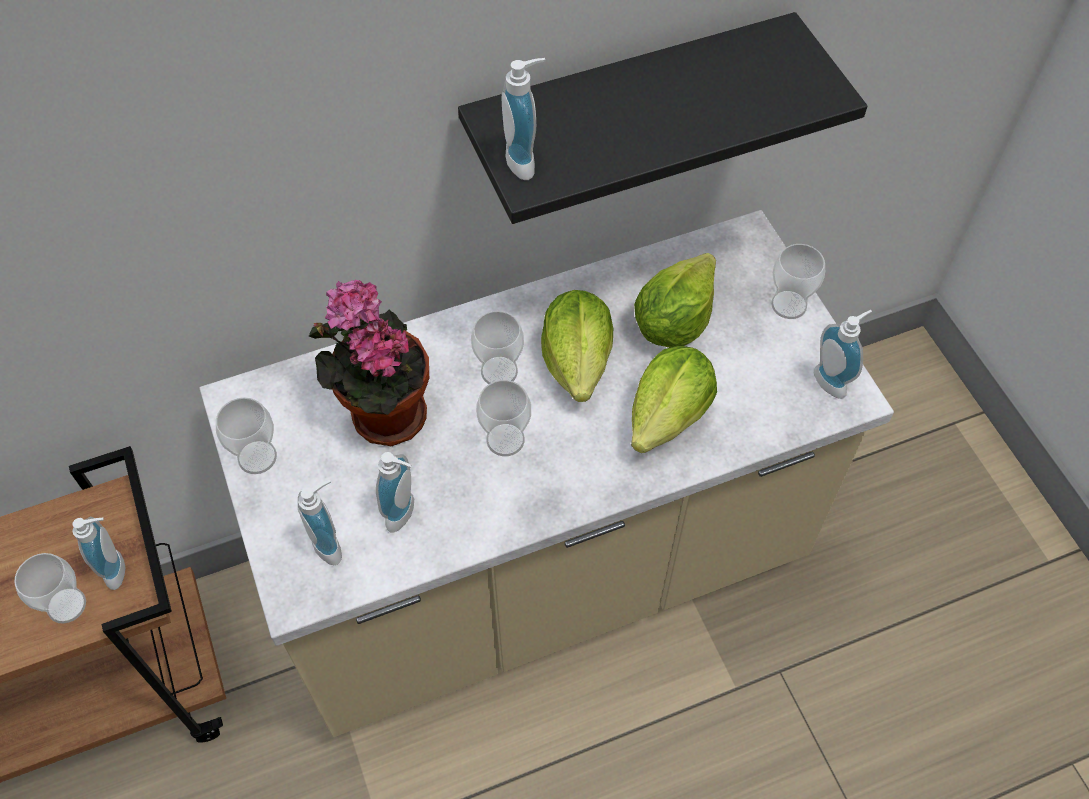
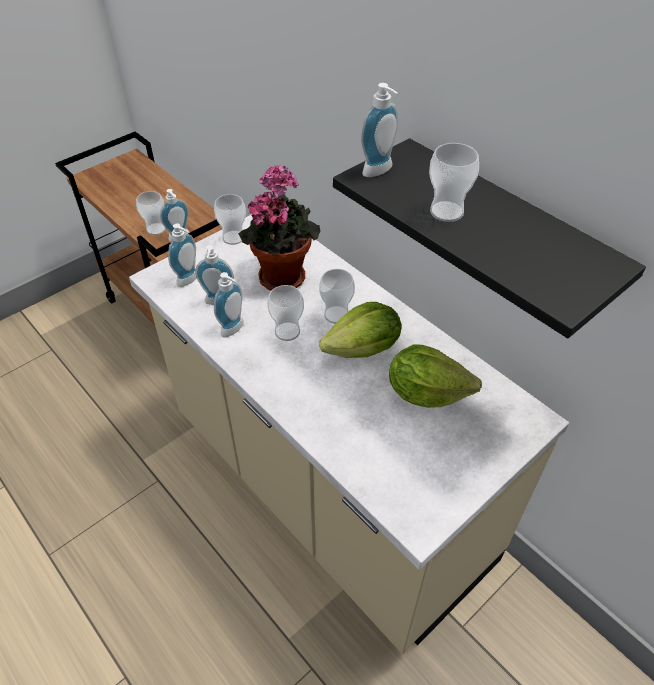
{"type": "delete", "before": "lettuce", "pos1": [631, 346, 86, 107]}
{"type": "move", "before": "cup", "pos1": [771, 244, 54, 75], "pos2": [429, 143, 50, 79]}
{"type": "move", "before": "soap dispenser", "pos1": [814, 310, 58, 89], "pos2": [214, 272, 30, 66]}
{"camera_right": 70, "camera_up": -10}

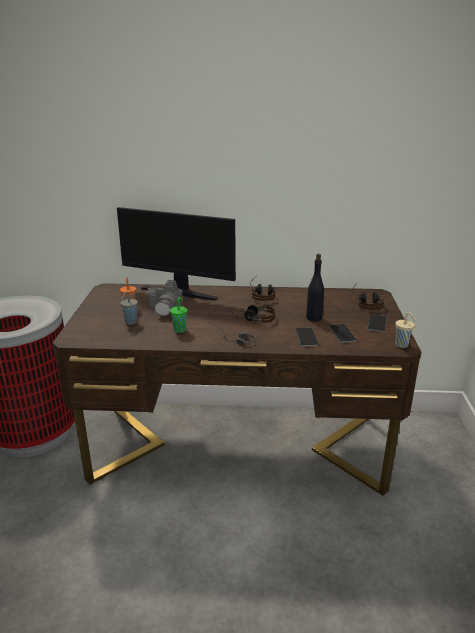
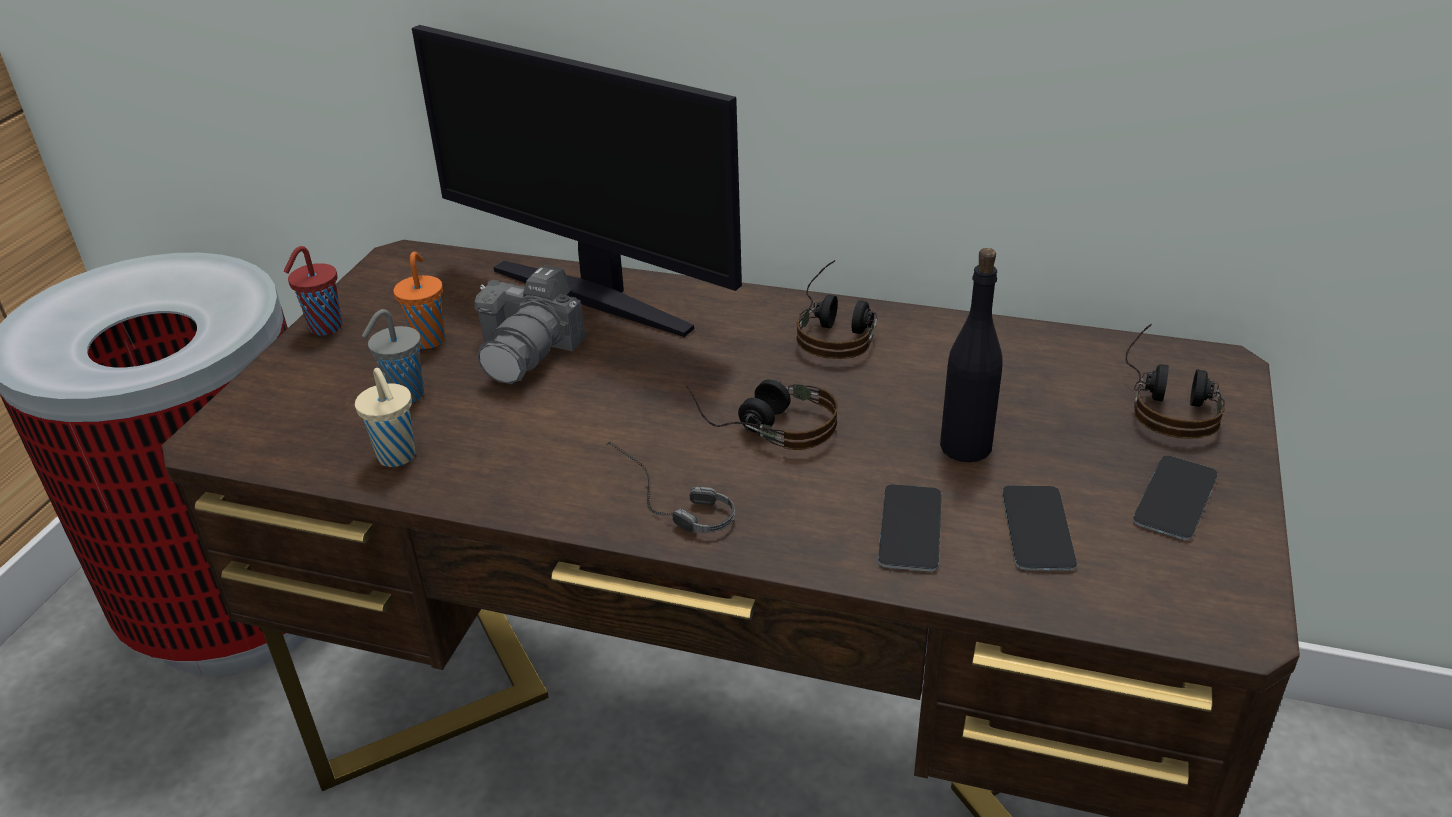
{"type": "delete", "before": "green cup", "pos1": [170, 297, 17, 36]}
{"type": "move", "before": "beige cup", "pos1": [395, 312, 21, 36], "pos2": [355, 368, 60, 99]}
{"type": "insert", "after": "red cup", "pos2": [284, 246, 58, 90]}
{"camera_right": 15, "camera_up": 10}

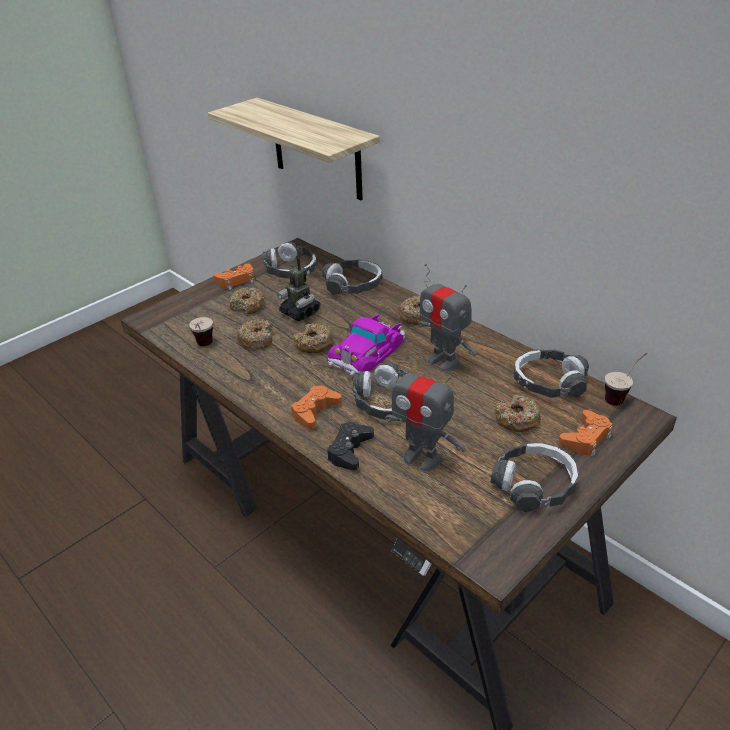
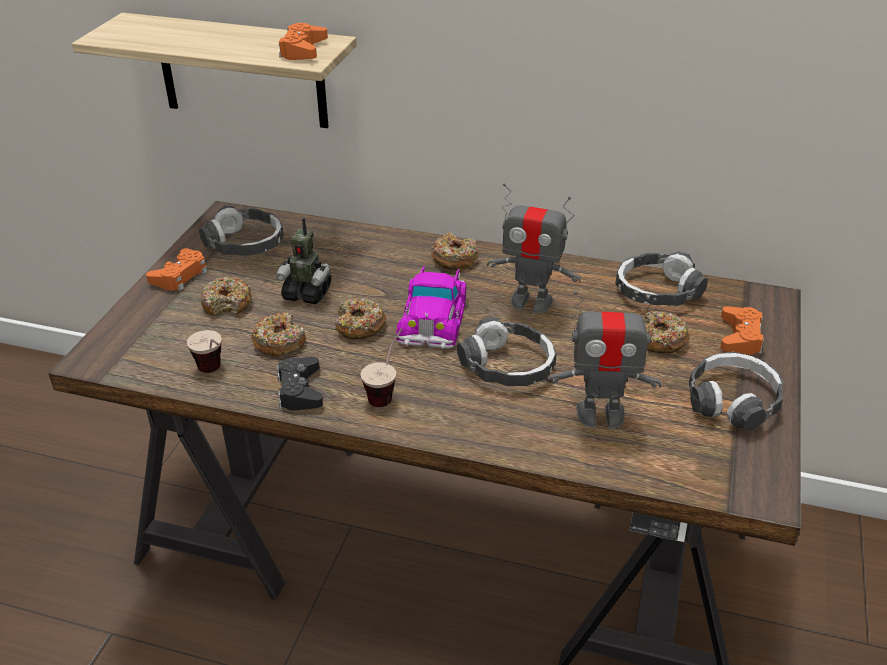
{"type": "move", "before": "orange game controller", "pos1": [291, 386, 51, 43], "pos2": [279, 23, 49, 37]}
{"type": "delete", "before": "headphones", "pos1": [322, 260, 61, 35]}
{"type": "move", "before": "black game controller", "pos1": [327, 422, 47, 48], "pos2": [277, 357, 46, 54]}
{"type": "move", "before": "cup", "pos1": [605, 352, 42, 54], "pos2": [361, 329, 41, 78]}
{"camera_right": -30, "camera_up": 0}

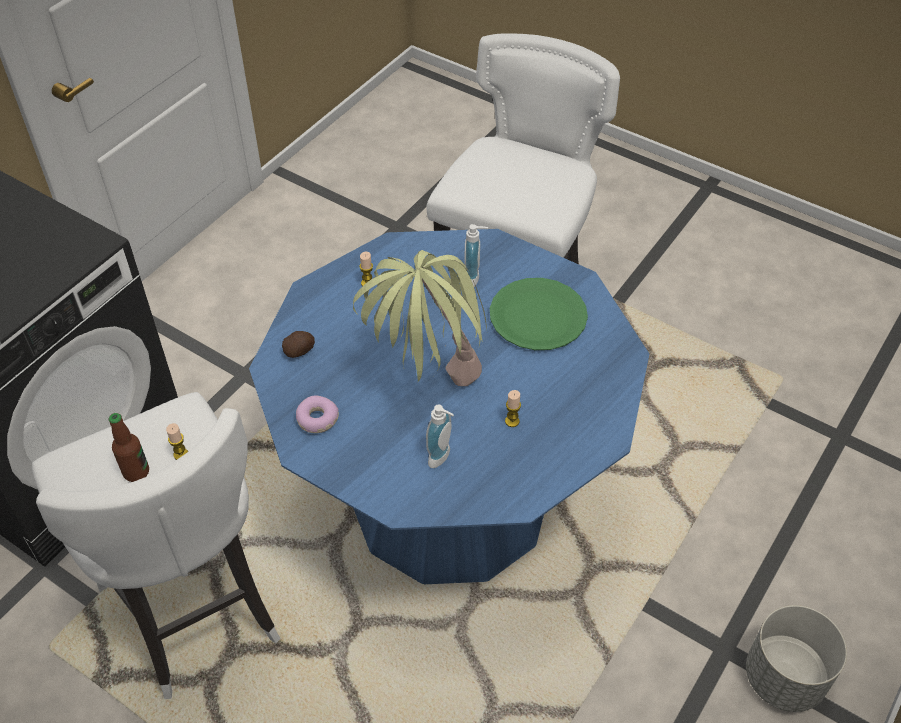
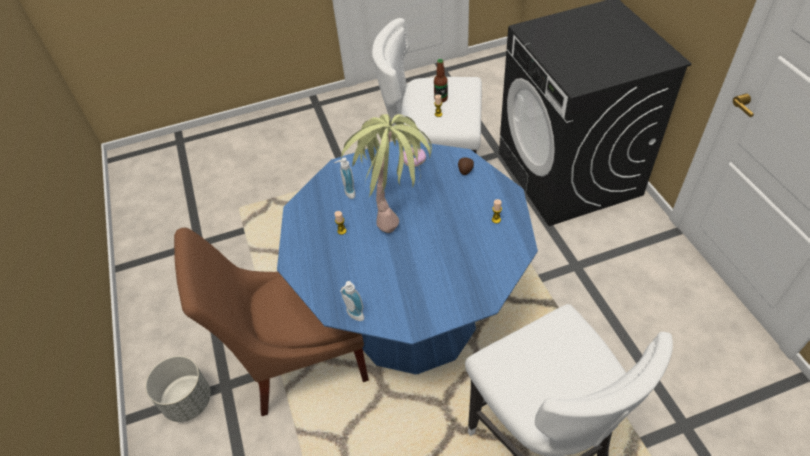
{"type": "move", "before": "soap dispenser", "pos1": [464, 224, 24, 63], "pos2": [340, 281, 24, 40]}
{"type": "delete", "before": "green plate", "pos1": [490, 278, 98, 72]}
{"type": "insert", "after": "brown chair", "pos2": [174, 228, 195, 188]}
{"camera_right": 130, "camera_up": 0}

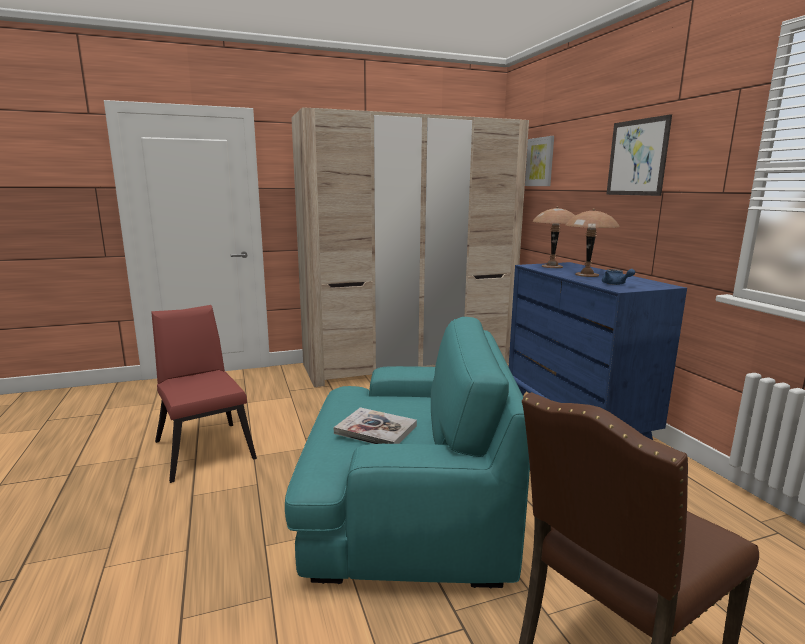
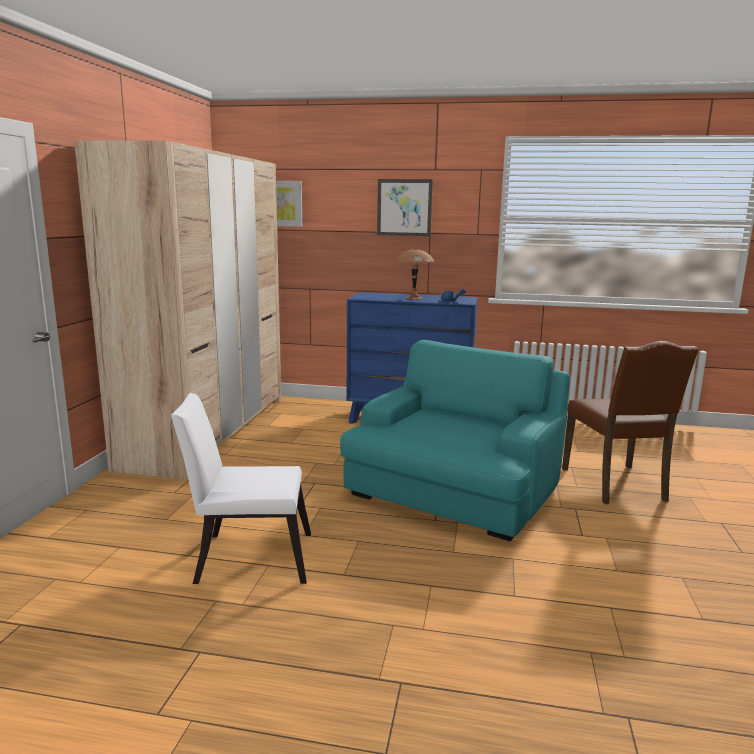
{"type": "recolor", "before": "red chair", "after": "white chair", "pos1": [151, 305, 106, 178], "pos2": [171, 393, 140, 191]}
{"type": "delete", "before": "book", "pos1": [334, 407, 83, 37]}
{"type": "delete", "before": "brown table lamp", "pos1": [532, 206, 43, 62]}
{"camera_right": -60, "camera_up": 0}

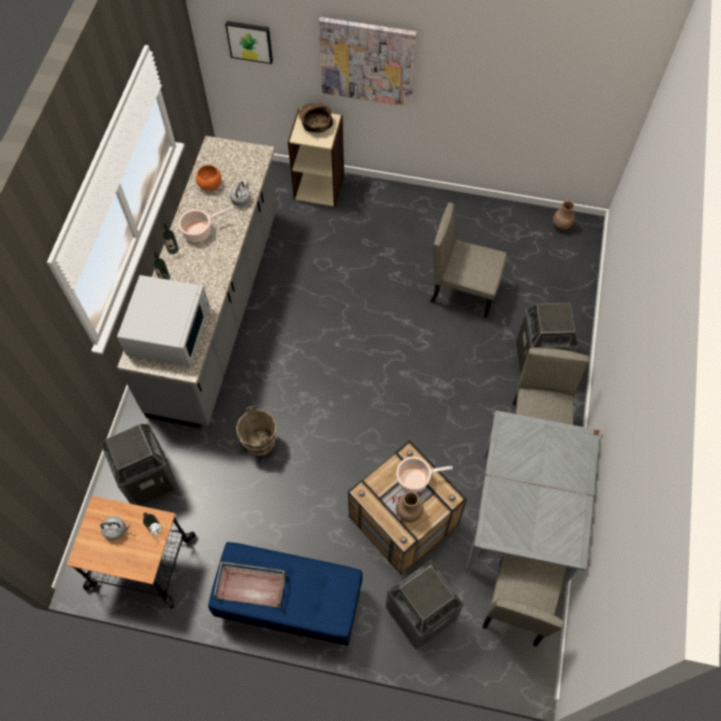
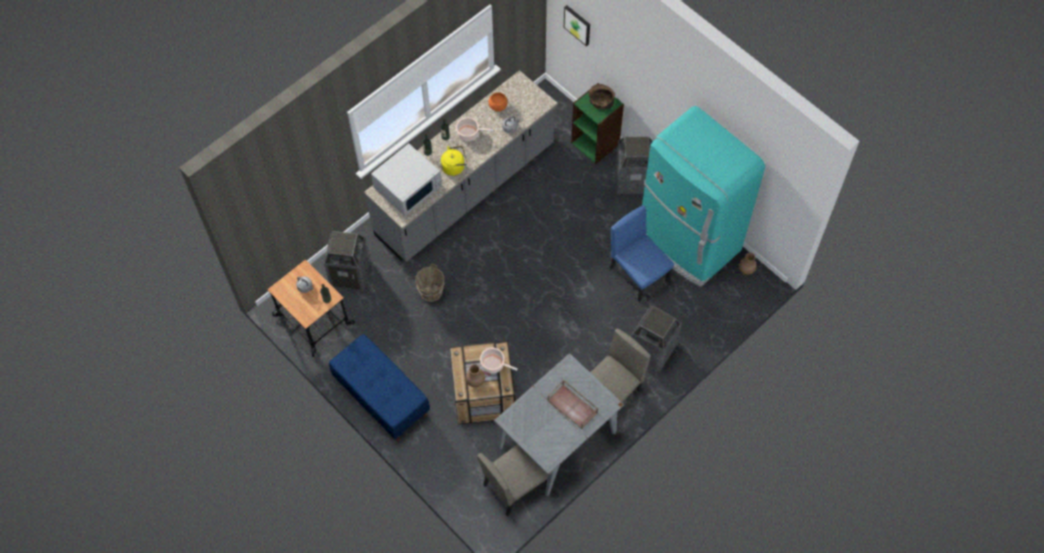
{"type": "move", "before": "brown tray", "pos1": [214, 562, 72, 46], "pos2": [548, 379, 50, 50]}
{"type": "recolor", "before": "beige bookcase", "after": "green bookcase", "pos1": [288, 108, 56, 99], "pos2": [571, 83, 53, 81]}
{"type": "delete", "before": "picture", "pos1": [319, 17, 98, 90]}
{"type": "move", "before": "trash can", "pos1": [385, 560, 79, 90], "pos2": [616, 136, 37, 58]}
{"type": "recolor", "before": "beige chair", "after": "blue chair", "pos1": [430, 202, 77, 116], "pos2": [609, 205, 65, 97]}
{"type": "insert", "after": "yellow kettle", "pos2": [441, 146, 26, 30]}
{"type": "insert", "after": "turquoise fridge", "pos2": [642, 106, 123, 181]}
{"camera_right": 35, "camera_up": 0}

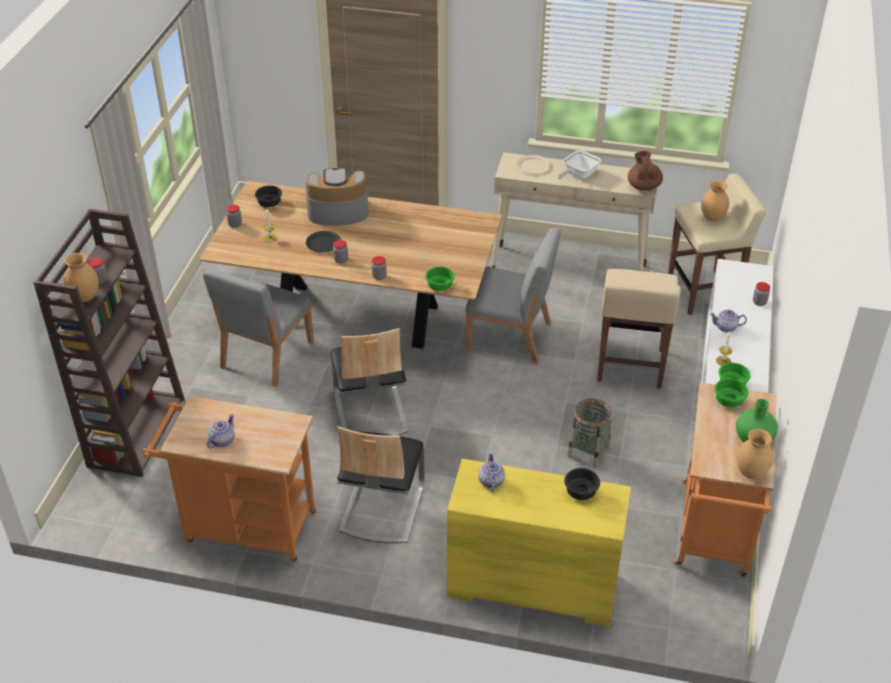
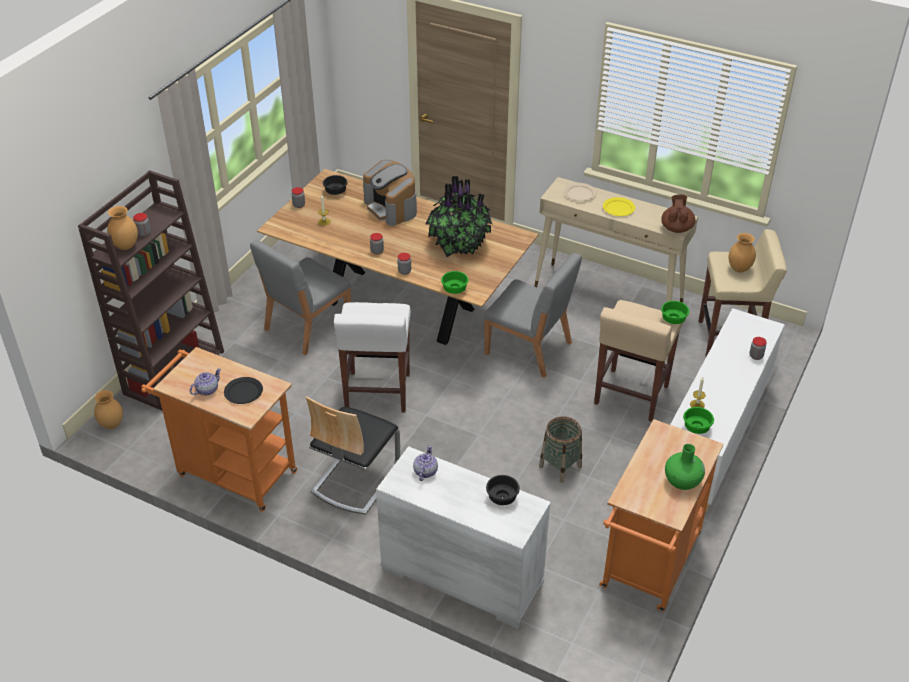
{"type": "rotate", "before": "coffee machine", "pos1": [305, 168, 64, 58], "pos2": [363, 160, 54, 66], "turn": -135}
{"type": "move", "before": "black plate", "pos1": [306, 231, 35, 22], "pos2": [224, 377, 39, 27]}
{"type": "replace", "before": "chair", "after": "white stool", "pos1": [331, 328, 77, 108], "pos2": [334, 302, 77, 111]}
{"type": "recolor", "before": "yellow dresser", "after": "white dresser", "pos1": [447, 459, 184, 168], "pos2": [376, 446, 175, 183]}
{"type": "replace", "before": "frying pan", "after": "yellow plate", "pos1": [558, 150, 43, 29], "pos2": [603, 197, 32, 19]}
{"type": "delete", "before": "teapot", "pos1": [710, 309, 37, 23]}
{"type": "move", "before": "green bowl", "pos1": [715, 378, 34, 29], "pos2": [661, 301, 28, 23]}
{"type": "move", "before": "brown vase", "pos1": [737, 429, 36, 50], "pos2": [94, 390, 29, 39]}
{"type": "insert", "after": "potted plant", "pos2": [425, 175, 67, 82]}
{"camera_right": 15, "camera_up": 0}

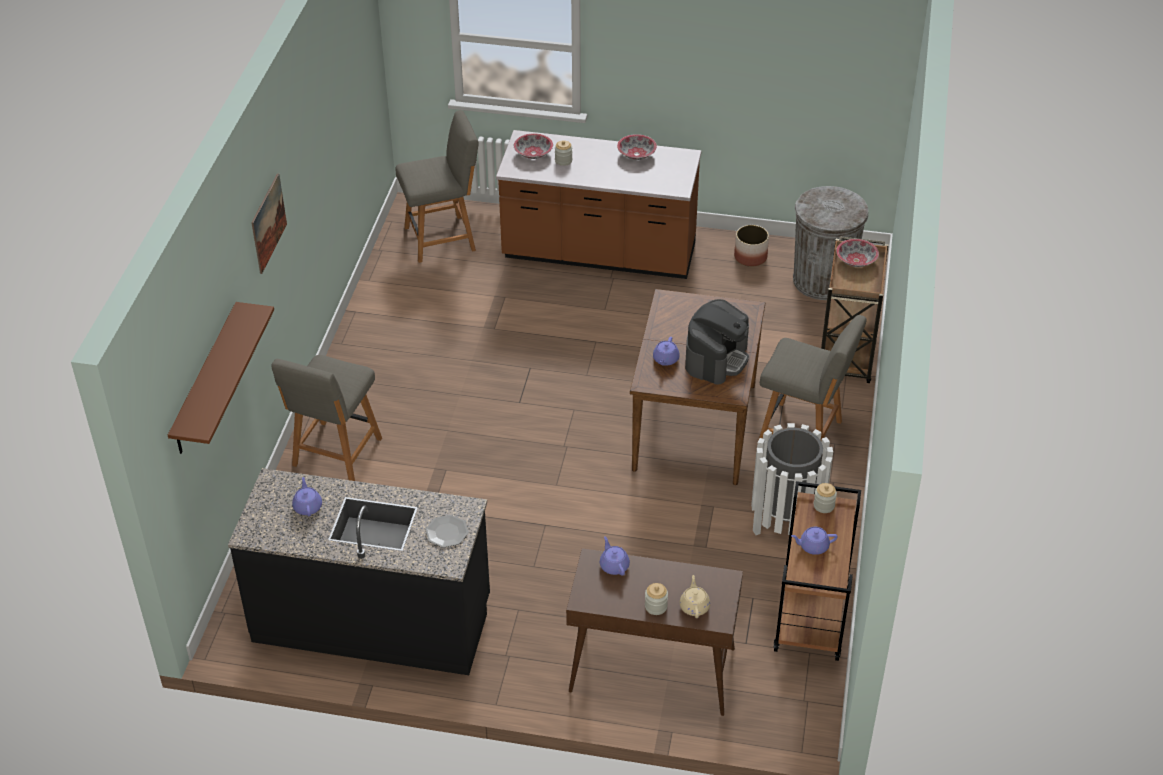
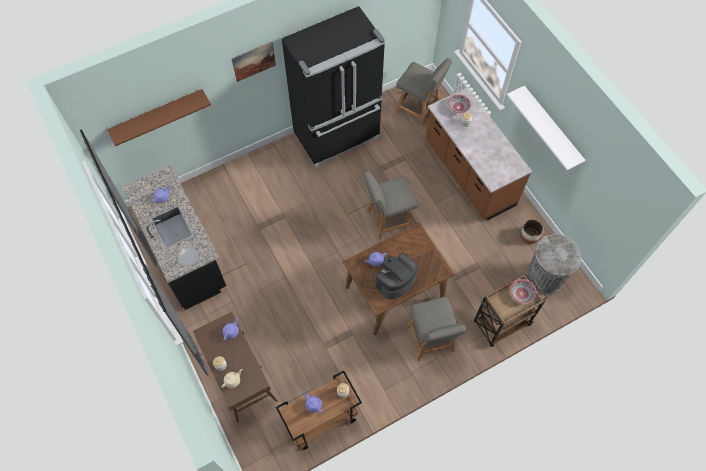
{"type": "move", "before": "grey chair", "pos1": [271, 355, 111, 126], "pos2": [364, 171, 54, 69]}
{"type": "delete", "before": "bowl", "pos1": [617, 134, 40, 26]}
{"type": "rotate", "before": "coffee machine", "pos1": [685, 299, 64, 86], "pos2": [375, 253, 42, 46], "turn": 150}
{"type": "delete", "before": "white trash can", "pos1": [751, 423, 82, 112]}
{"type": "insert", "after": "black fridge", "pos2": [282, 6, 103, 162]}
{"type": "insert", "after": "white shelf", "pos2": [507, 86, 78, 84]}
{"camera_right": 50, "camera_up": 20}

